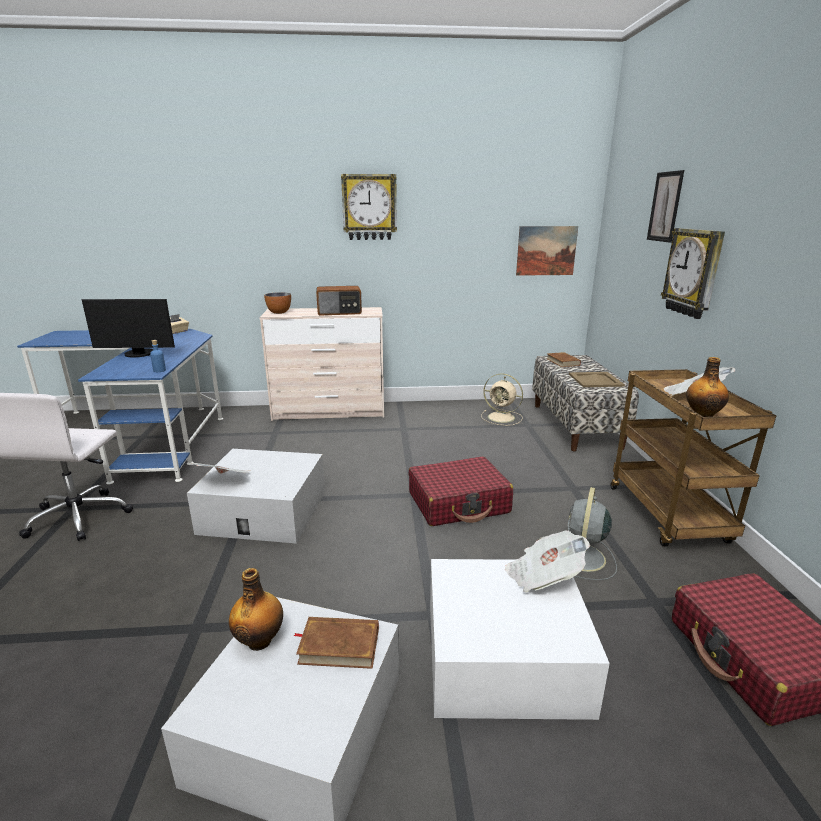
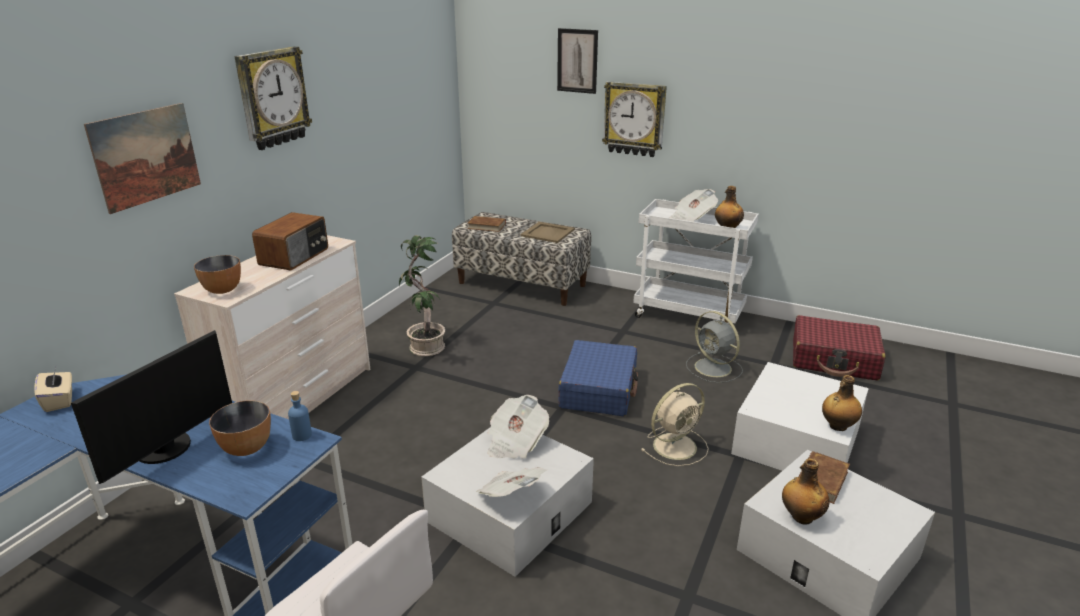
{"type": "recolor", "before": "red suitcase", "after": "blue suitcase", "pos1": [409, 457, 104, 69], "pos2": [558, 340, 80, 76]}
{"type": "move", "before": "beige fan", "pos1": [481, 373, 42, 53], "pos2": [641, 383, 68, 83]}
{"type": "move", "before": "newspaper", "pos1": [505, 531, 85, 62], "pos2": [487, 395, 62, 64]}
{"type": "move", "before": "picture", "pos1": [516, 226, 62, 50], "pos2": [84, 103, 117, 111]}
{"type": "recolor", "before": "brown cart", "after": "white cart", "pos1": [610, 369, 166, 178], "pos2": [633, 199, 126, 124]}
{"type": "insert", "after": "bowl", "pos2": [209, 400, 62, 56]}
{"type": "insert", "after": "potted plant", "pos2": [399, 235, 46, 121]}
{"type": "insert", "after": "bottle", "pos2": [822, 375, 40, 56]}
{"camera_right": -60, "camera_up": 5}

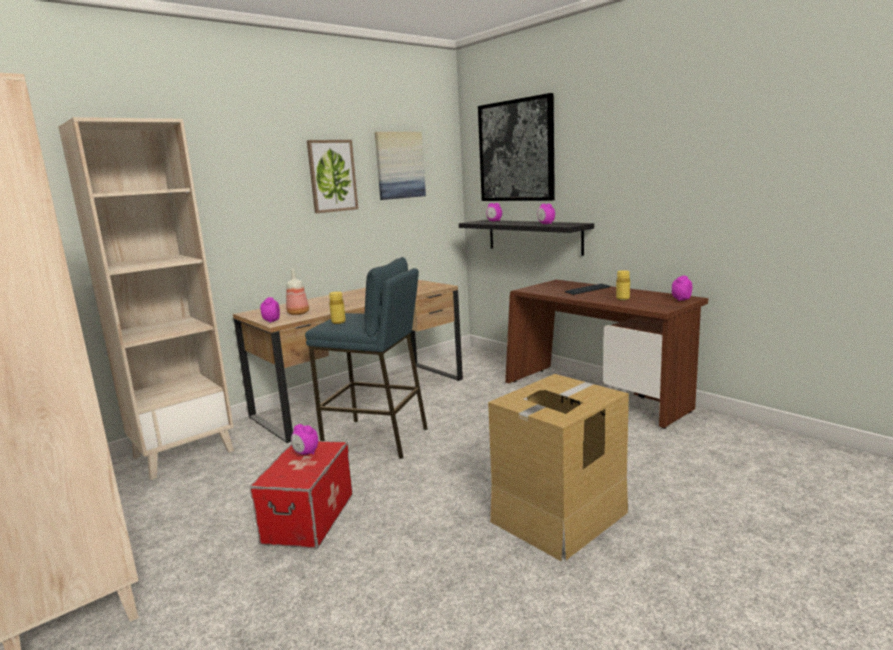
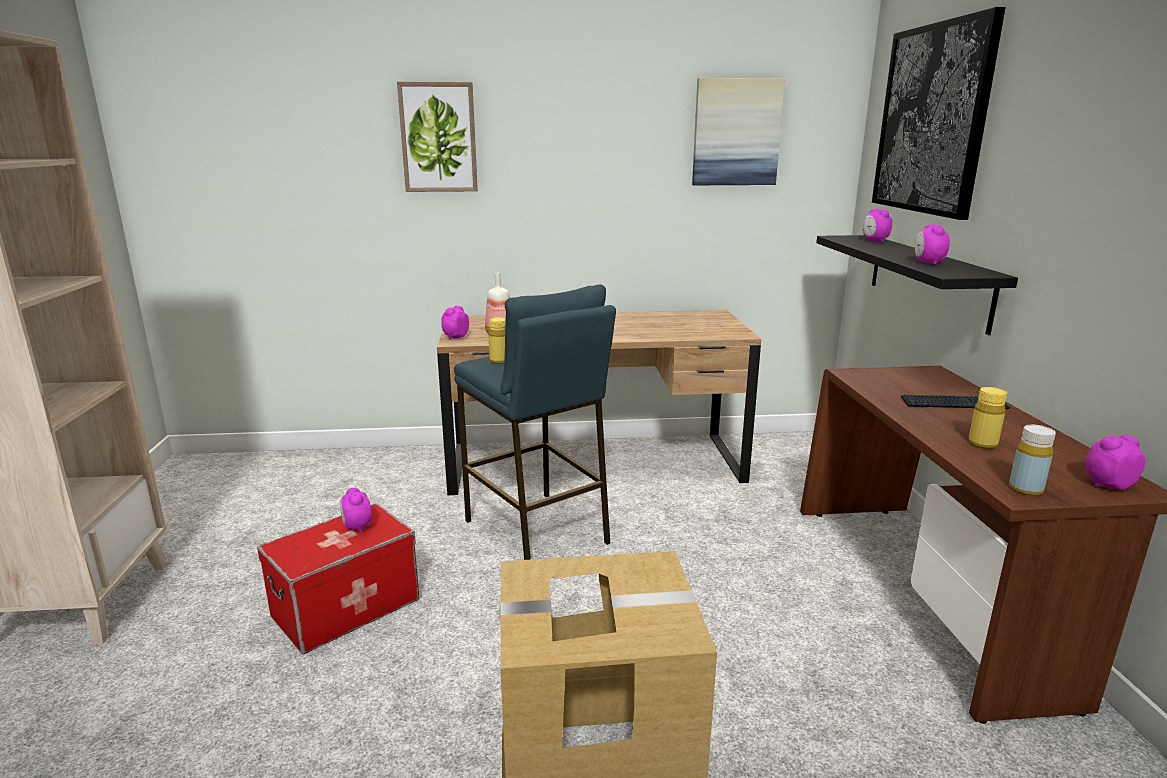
{"type": "delete", "before": "beige bookcase", "pos1": [59, 117, 175, 363]}
{"type": "move", "before": "picture", "pos1": [307, 140, 51, 73], "pos2": [397, 82, 81, 110]}
{"type": "insert", "after": "yellow bottle", "pos2": [1009, 425, 47, 71]}
{"camera_right": 35, "camera_up": 5}

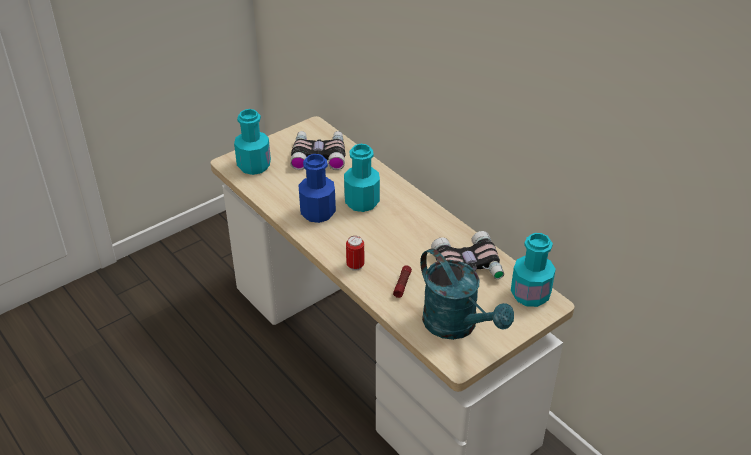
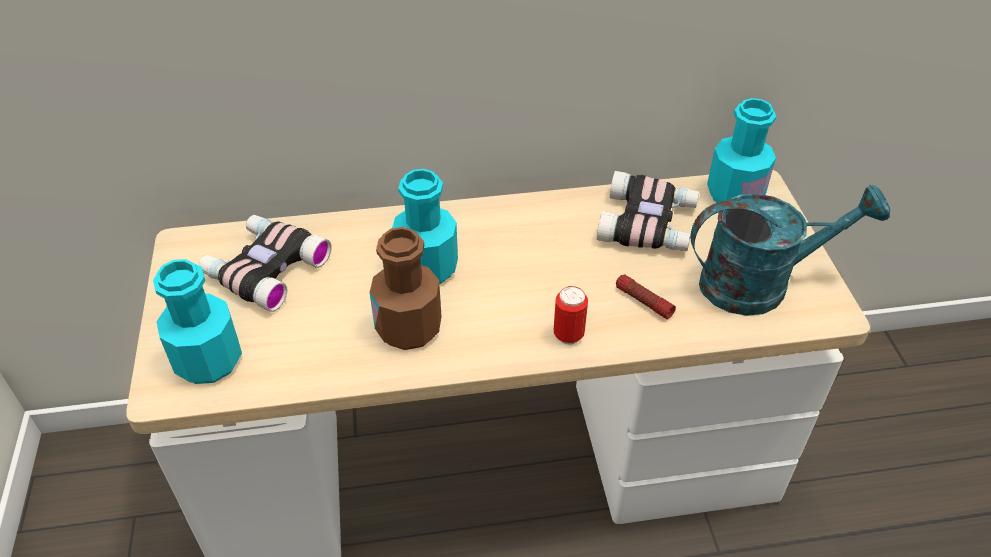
{"type": "recolor", "before": "blue bottle", "after": "brown bottle", "pos1": [298, 154, 38, 69], "pos2": [369, 227, 73, 123]}
{"camera_right": -60, "camera_up": 5}

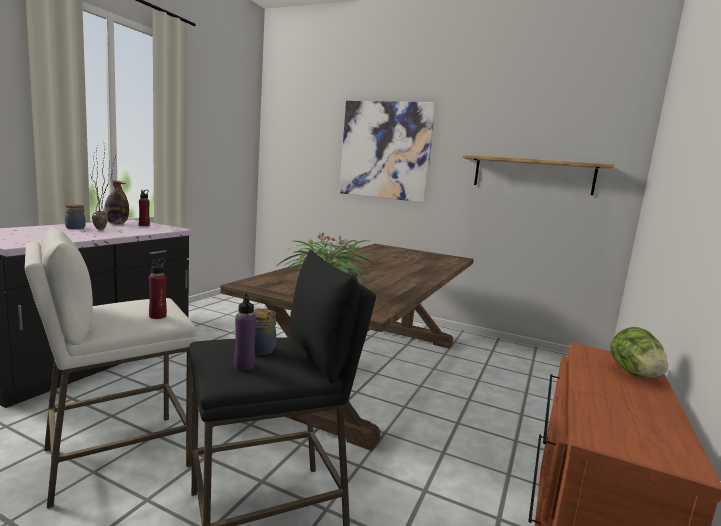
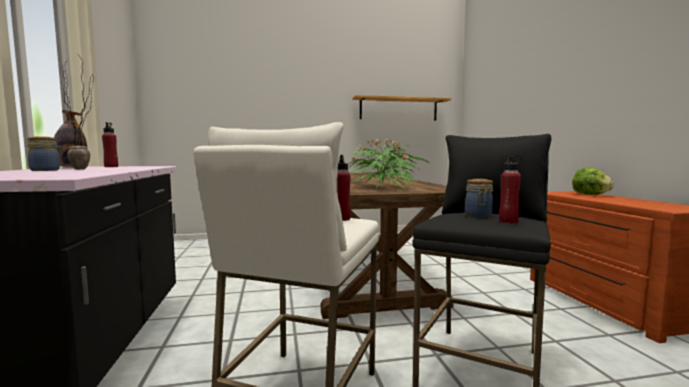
{"type": "recolor", "before": "purple bottle", "after": "red bottle", "pos1": [234, 293, 22, 78], "pos2": [499, 154, 24, 69]}
{"type": "delete", "before": "picture", "pos1": [339, 101, 97, 101]}
{"camera_right": -35, "camera_up": -5}

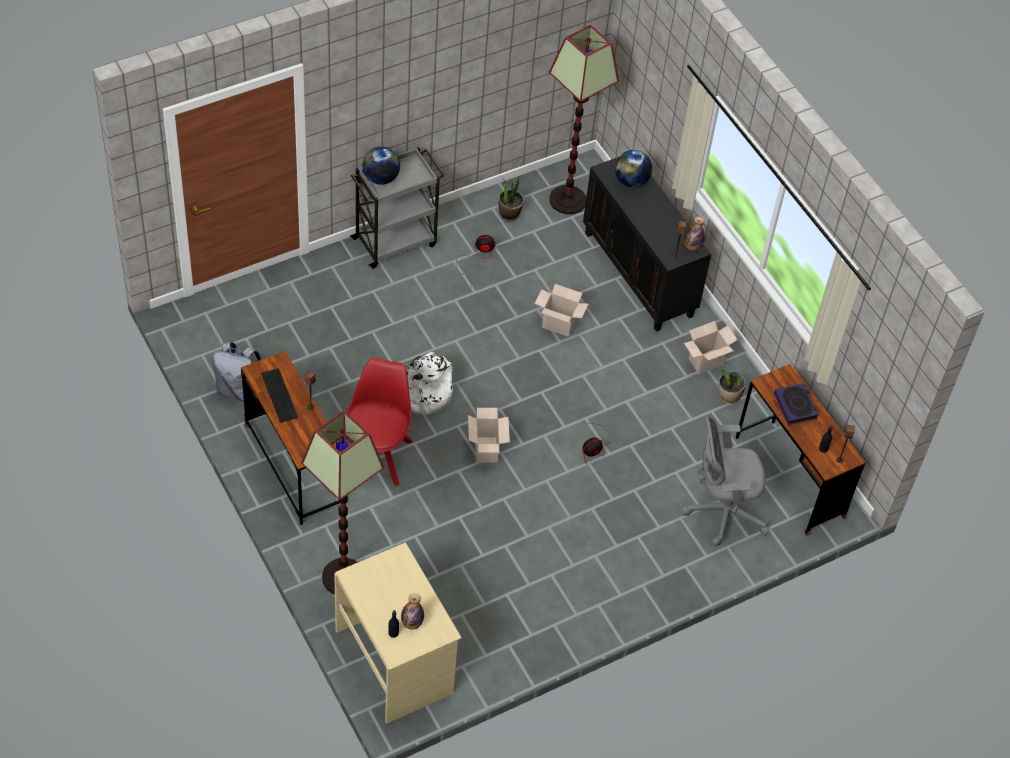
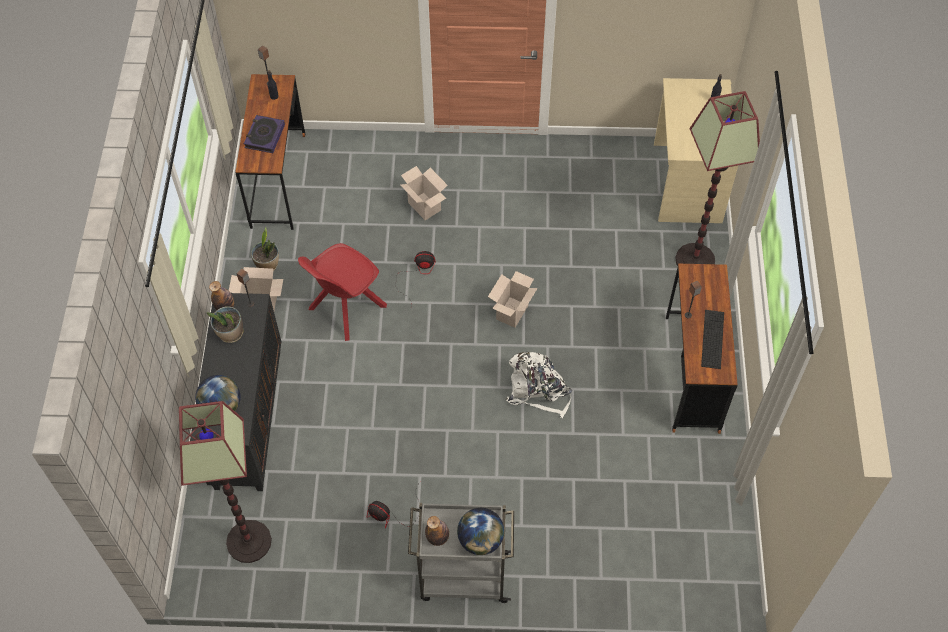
{"type": "delete", "before": "grey backpack", "pos1": [212, 342, 50, 60]}
{"type": "move", "before": "red chair", "pos1": [346, 358, 67, 129], "pos2": [298, 243, 89, 98]}
{"type": "move", "before": "bottle", "pos1": [401, 594, 23, 36], "pos2": [425, 516, 24, 30]}
{"type": "move", "before": "potted plant", "pos1": [498, 177, 26, 45], "pos2": [207, 306, 36, 37]}
{"type": "move", "before": "cardboard box", "pos1": [534, 284, 54, 53], "pos2": [400, 166, 48, 54]}
{"type": "delete", "before": "grey office chair", "pos1": [681, 416, 88, 130]}
{"camera_right": -145, "camera_up": 5}

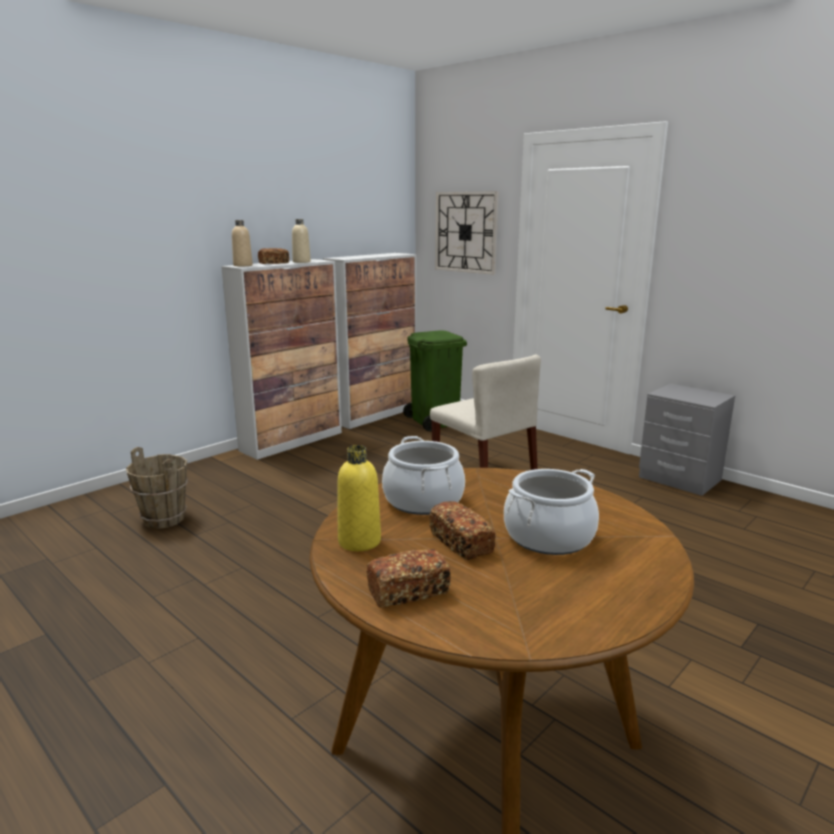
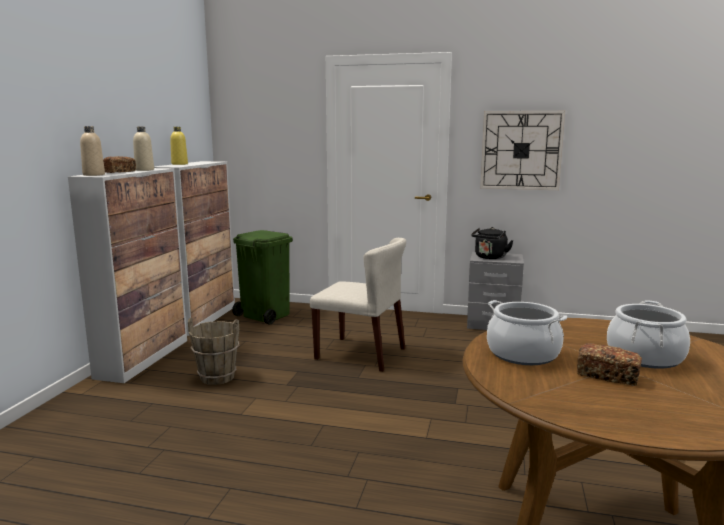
{"type": "move", "before": "brown bucket", "pos1": [126, 447, 62, 82], "pos2": [188, 318, 51, 67]}
{"type": "move", "before": "yellow bottle", "pos1": [337, 445, 44, 106], "pos2": [170, 127, 18, 38]}
{"type": "delete", "before": "bread", "pos1": [367, 549, 84, 59]}
{"type": "move", "before": "wall clock", "pos1": [435, 191, 64, 84], "pos2": [480, 111, 85, 79]}
{"type": "insert", "after": "black kettle", "pos2": [471, 227, 43, 32]}
{"camera_right": -30, "camera_up": -5}

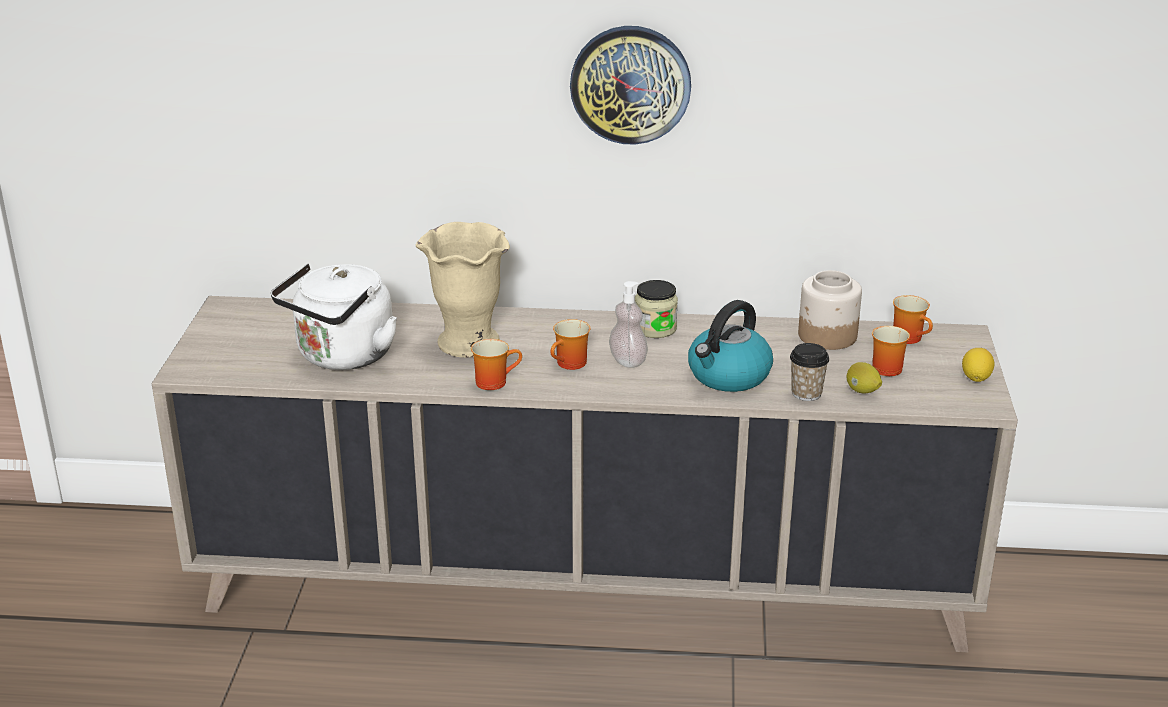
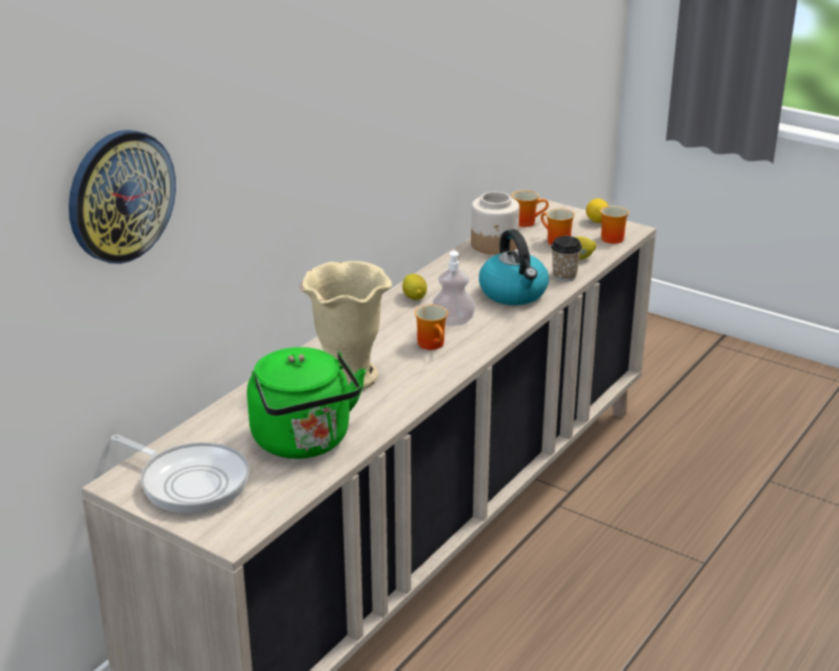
{"type": "recolor", "before": "white kettle", "after": "green kettle", "pos1": [271, 263, 126, 107], "pos2": [247, 347, 119, 112]}
{"type": "move", "before": "mug", "pos1": [471, 339, 51, 51], "pos2": [600, 206, 29, 38]}
{"type": "move", "before": "wall clock", "pos1": [570, 26, 121, 119], "pos2": [69, 130, 107, 134]}
{"type": "replace", "before": "jar", "after": "lemon", "pos1": [635, 280, 43, 58], "pos2": [402, 274, 25, 26]}
{"type": "insert", "after": "frying pan", "pos2": [111, 434, 138, 79]}
{"camera_right": -60, "camera_up": 0}

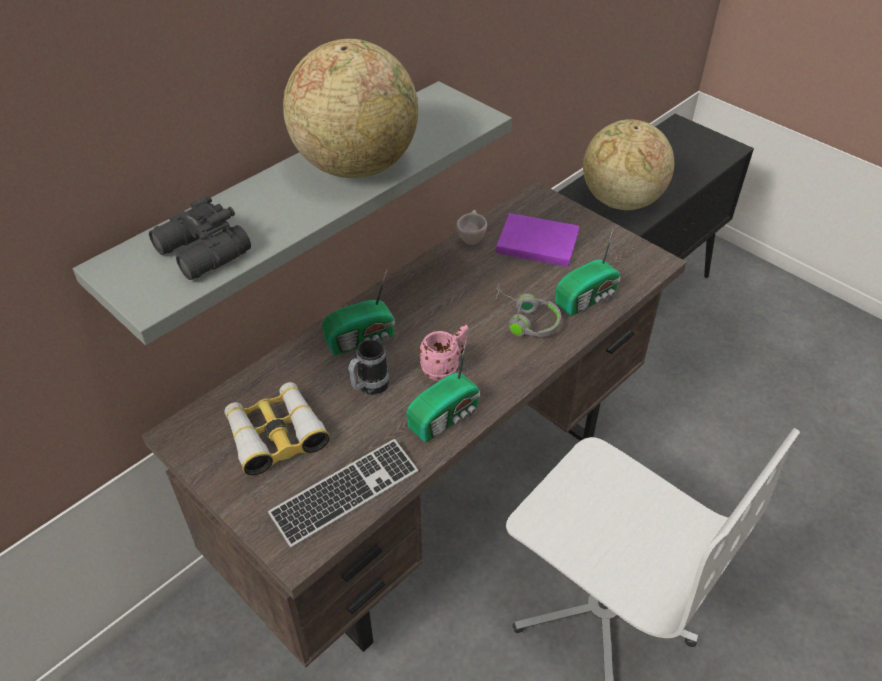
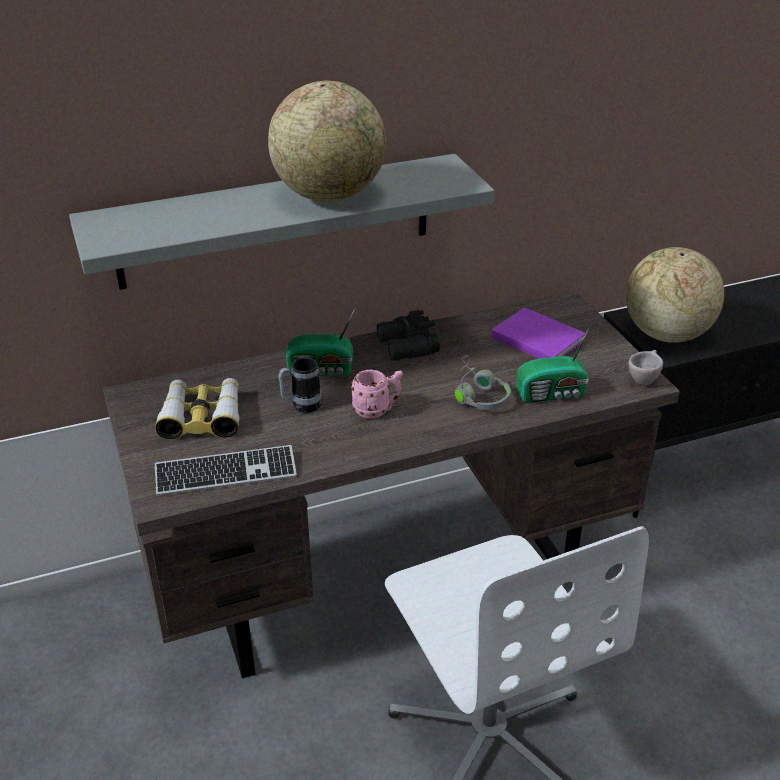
{"type": "move", "before": "black binoculars", "pos1": [149, 196, 102, 84], "pos2": [377, 310, 63, 51]}
{"type": "delete", "before": "radio", "pos1": [407, 341, 73, 101]}
{"type": "move", "before": "beige cup", "pos1": [456, 210, 31, 35], "pos2": [628, 350, 35, 35]}
{"camera_right": 25, "camera_up": -10}

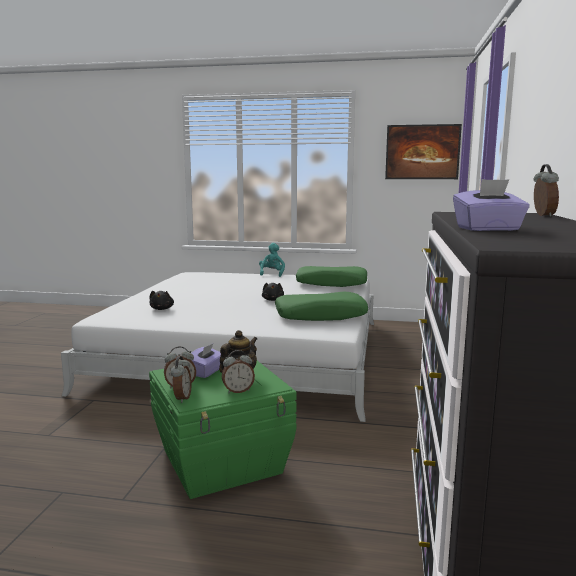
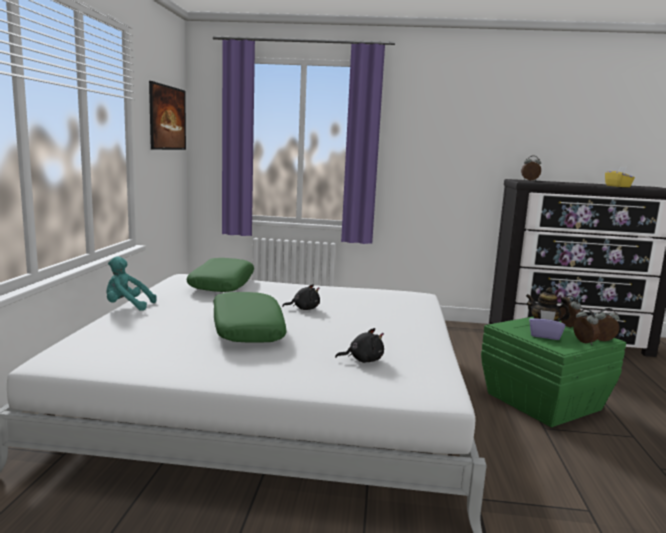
{"type": "move", "before": "green pillow", "pos1": [275, 292, 93, 29], "pos2": [213, 292, 74, 51]}
{"type": "recolor", "before": "purple tissue box", "after": "yellow tissue box", "pos1": [453, 179, 77, 52], "pos2": [605, 167, 30, 20]}
{"camera_right": -95, "camera_up": 0}

